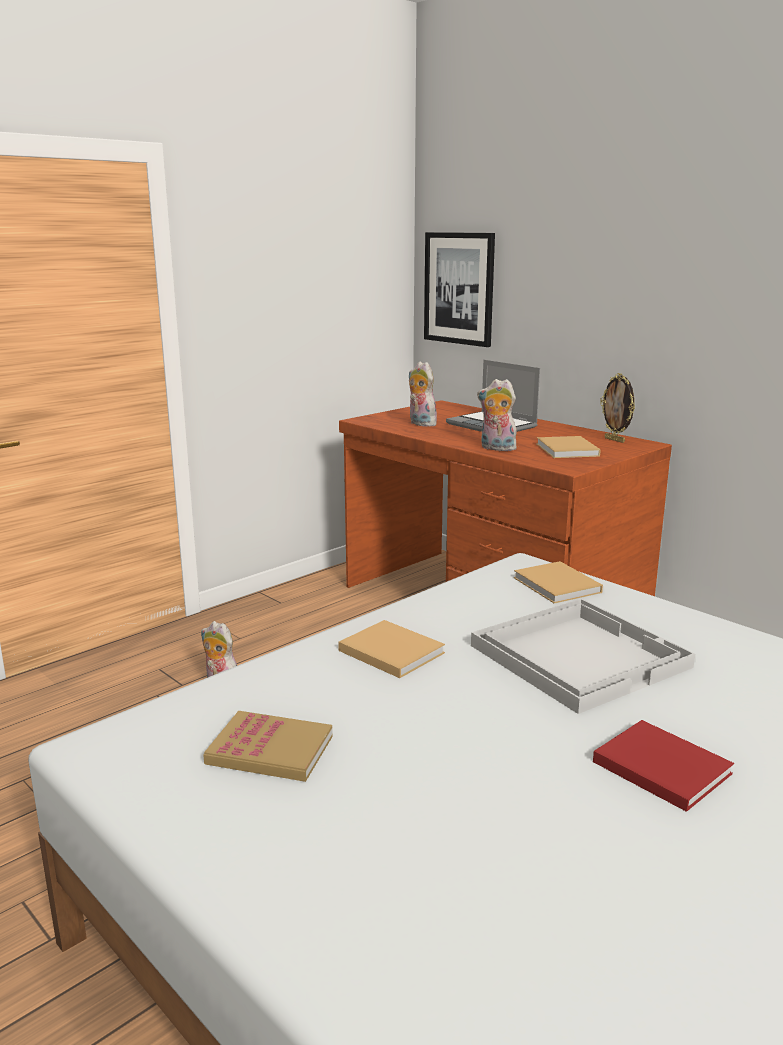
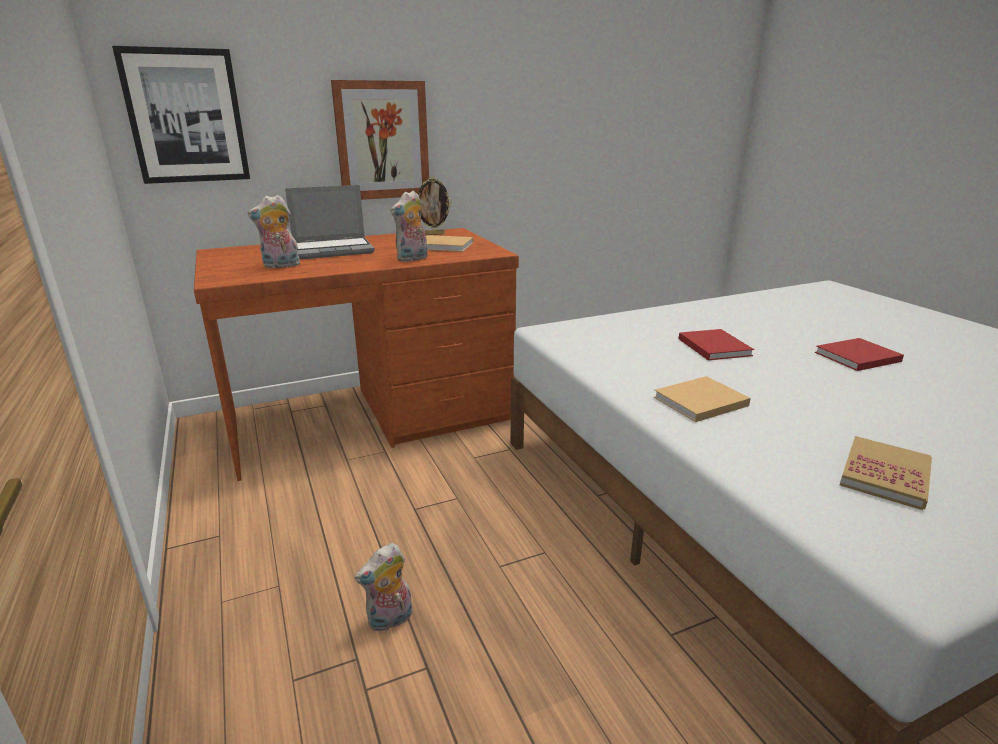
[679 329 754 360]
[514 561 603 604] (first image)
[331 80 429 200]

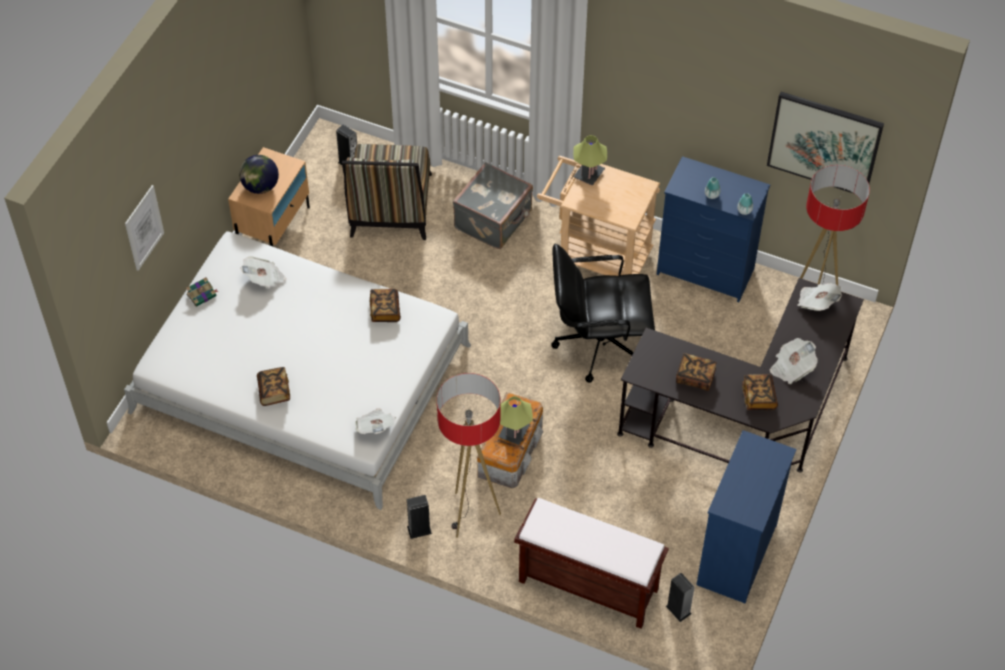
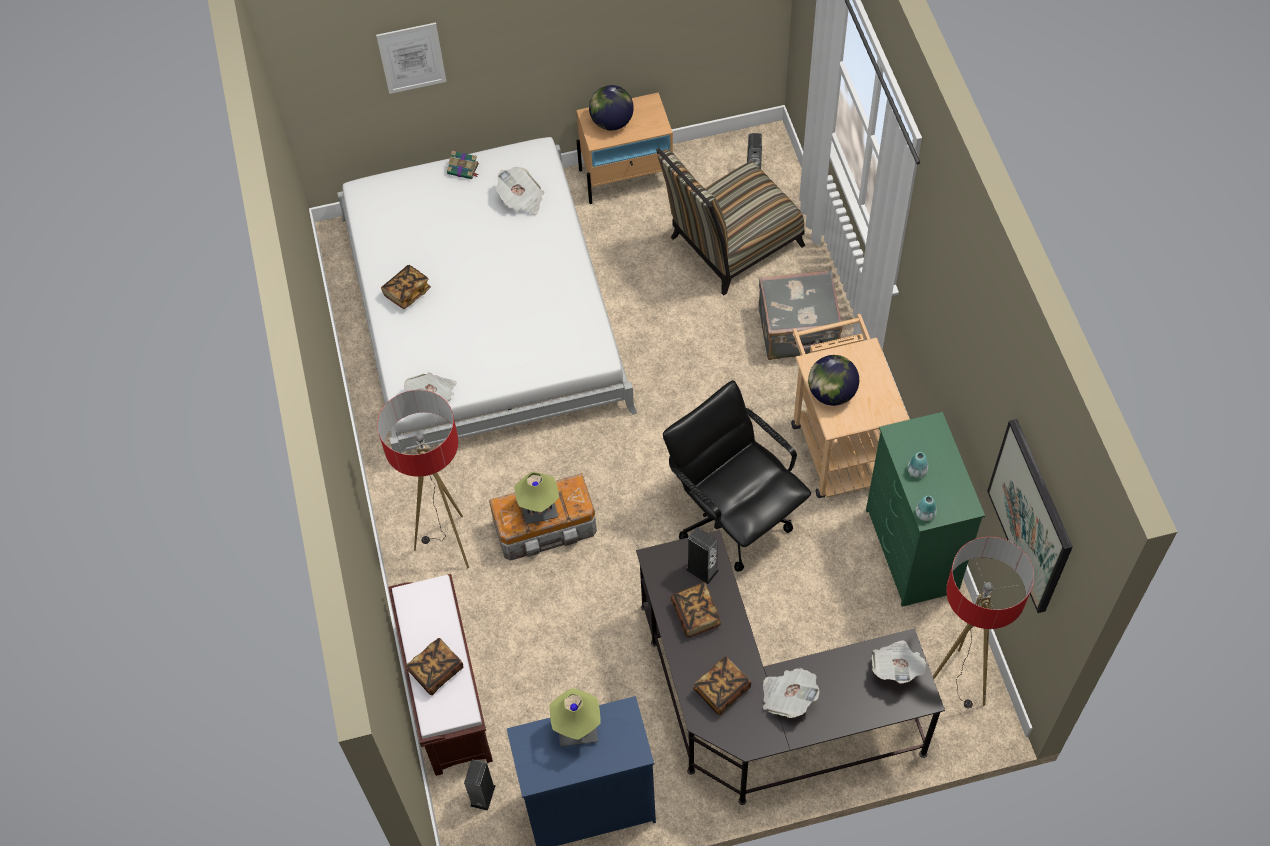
[406 638 463 695]
[686 527 719 584]
[550 688 600 747]
[866 412 985 607]
[808 355 859 406]

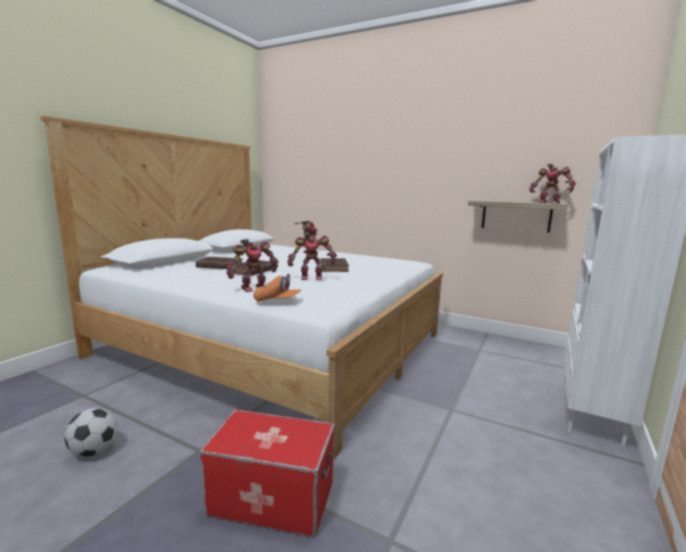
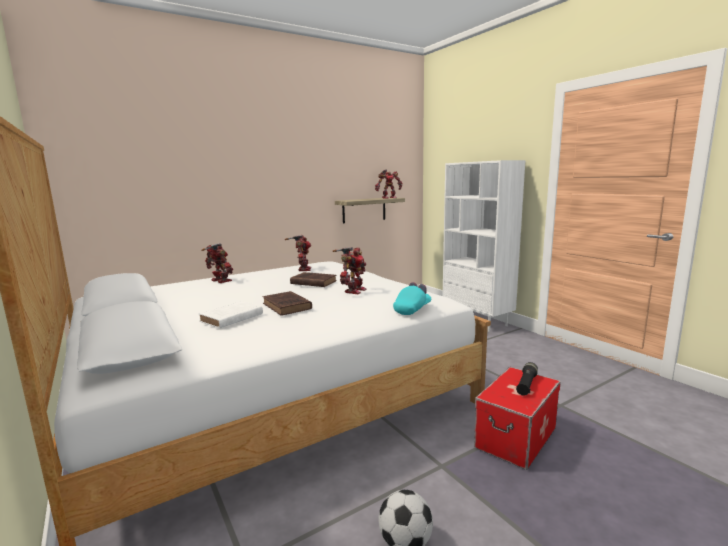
[199 301 263 328]
[285 235 311 271]
[393 282 431 315]
[516 362 538 396]

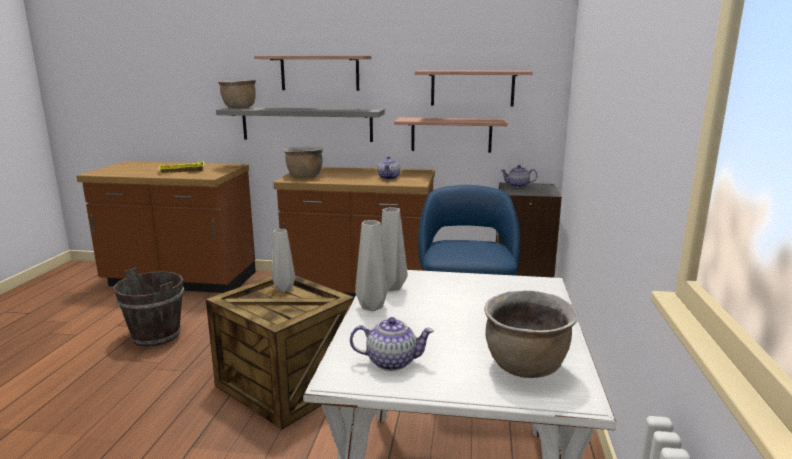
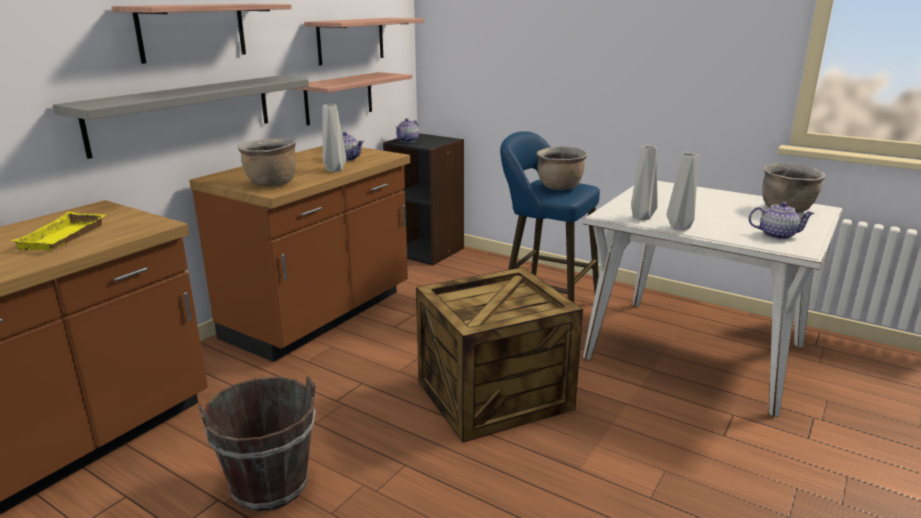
[537 147 588 190]
[322 104 346 172]
[748 202 815 239]

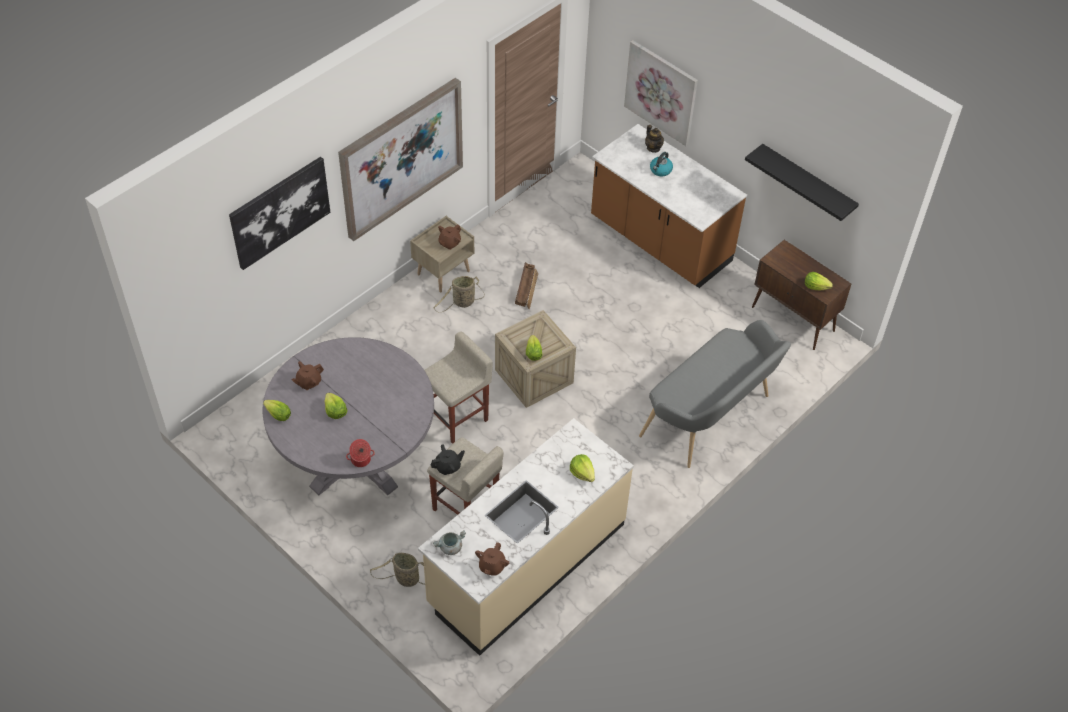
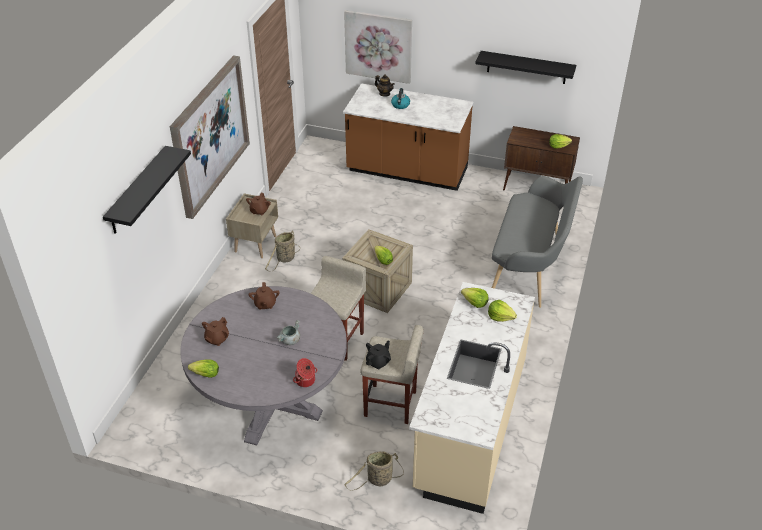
[103 146 191 234]
[461 288 488 308]
[276 320 300 345]
[248 282 280 310]
[515 262 538 309] (first image)

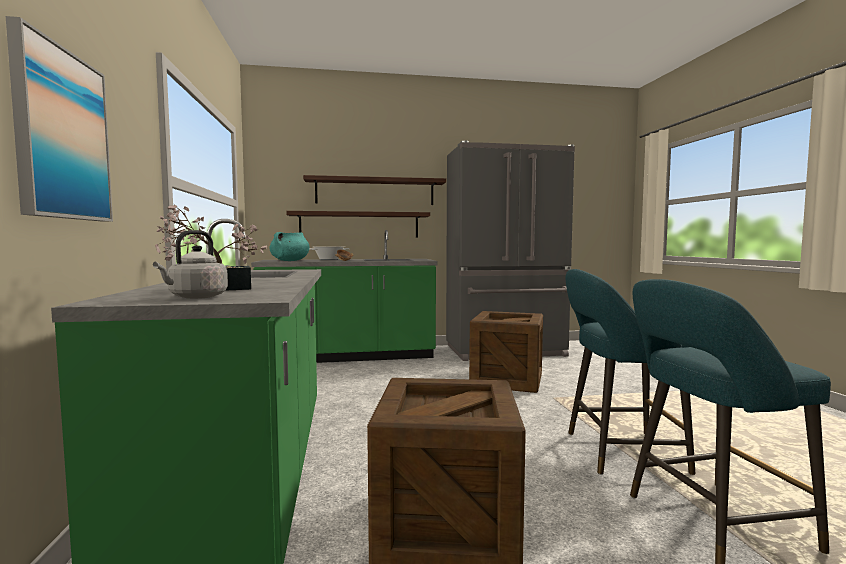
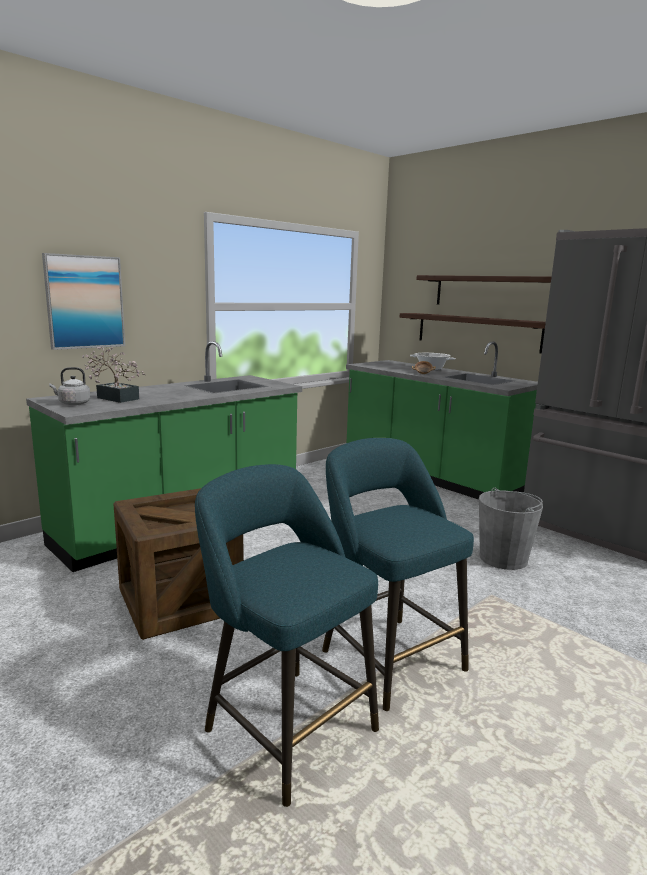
[269 232 310 261] (first image)
[479 488 543 570]

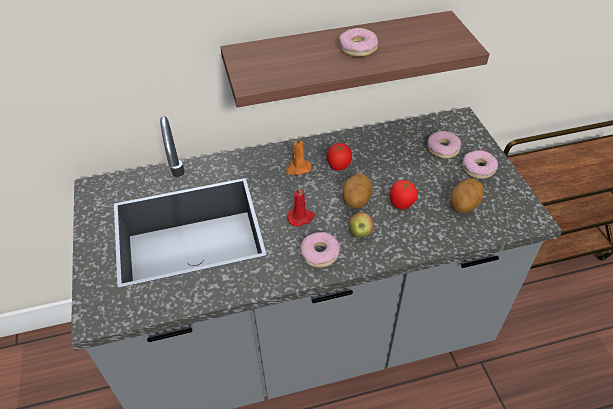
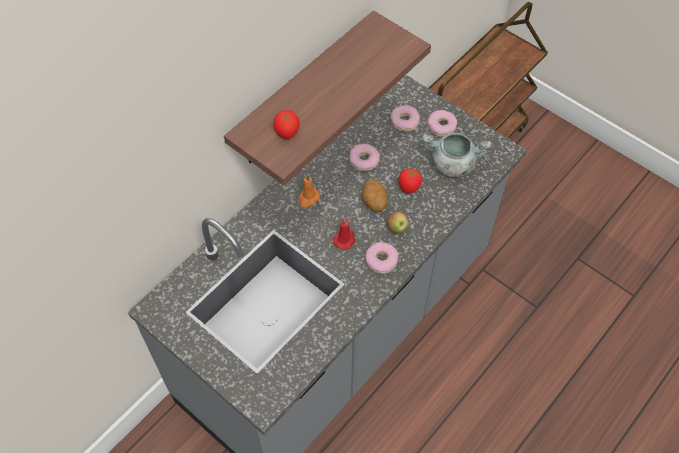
[273 110 300 139]
[349 144 380 171]
[422 133 491 177]

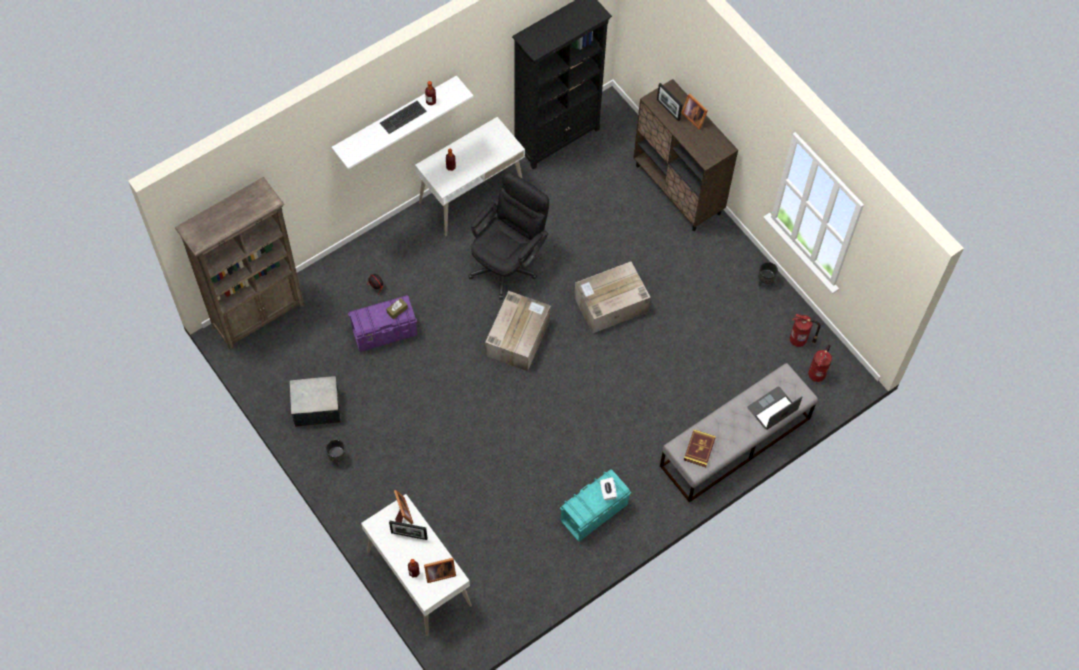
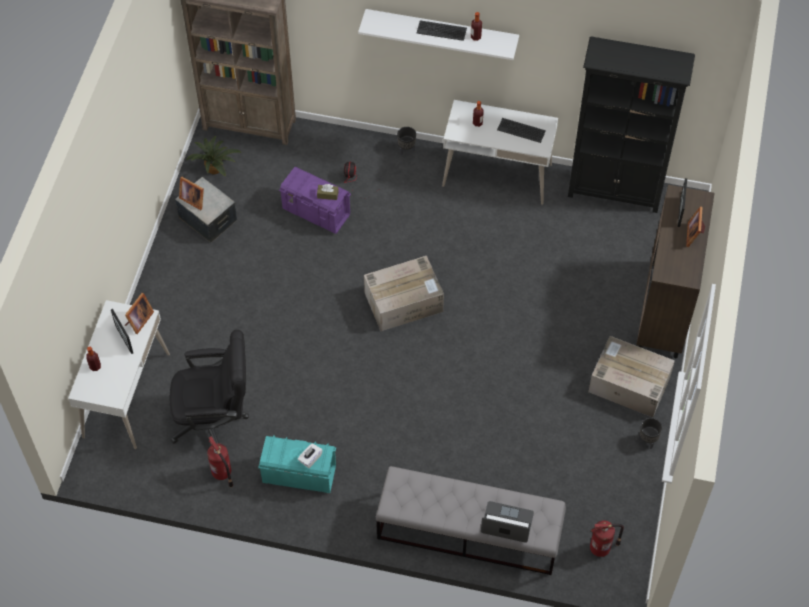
[397 127 416 155]
[179 176 204 210]
[170 330 249 444]
[588 336 675 417]
[684 430 716 467] (first image)
[207 436 233 487]
[186 136 241 176]
[497 118 546 143]

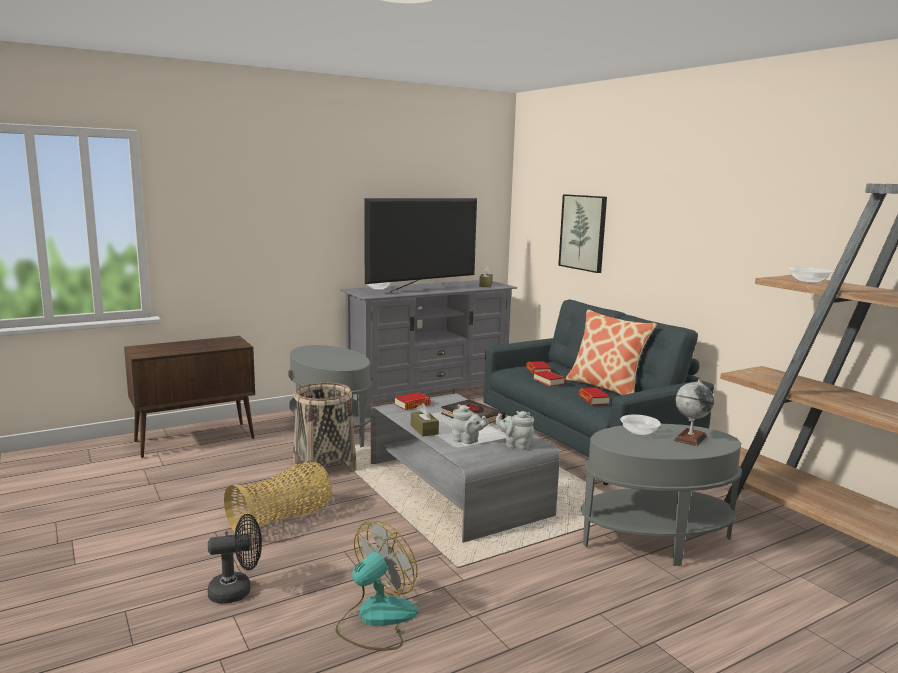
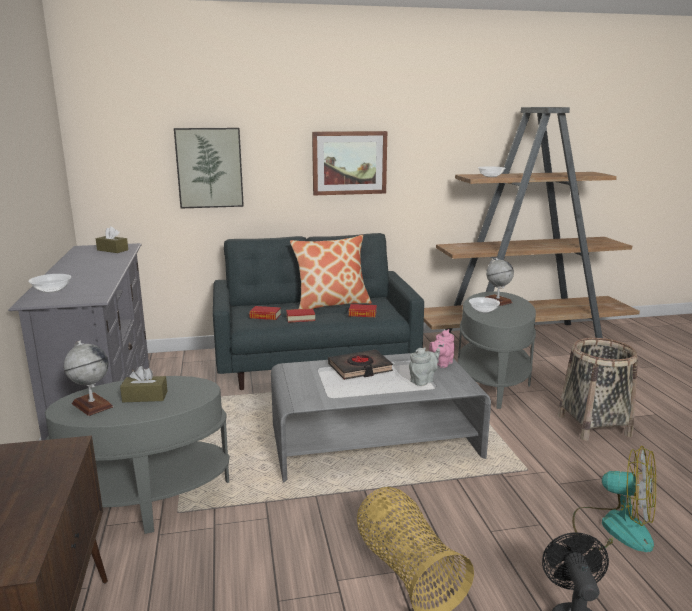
[557 338 638 441]
[572 446 656 552]
[364 198 477 293] (first image)
[395 392 431 410] (first image)
[120 366 168 402]
[429 329 455 368]
[64 341 114 416]
[312 131 387 195]

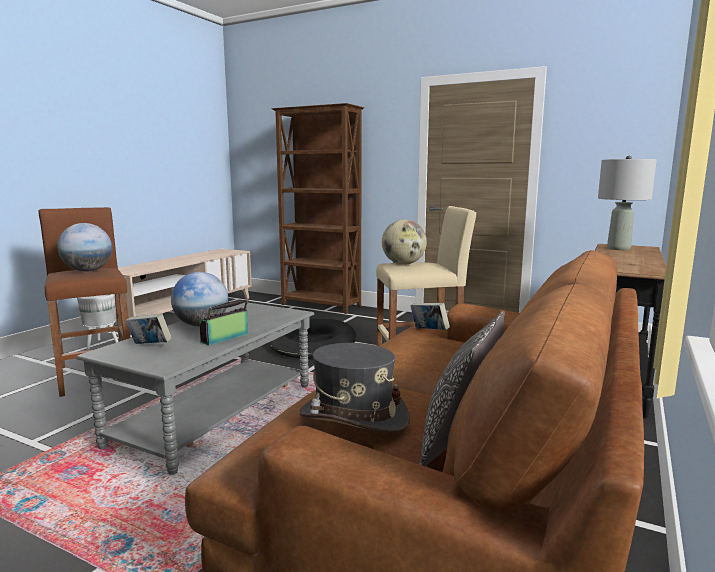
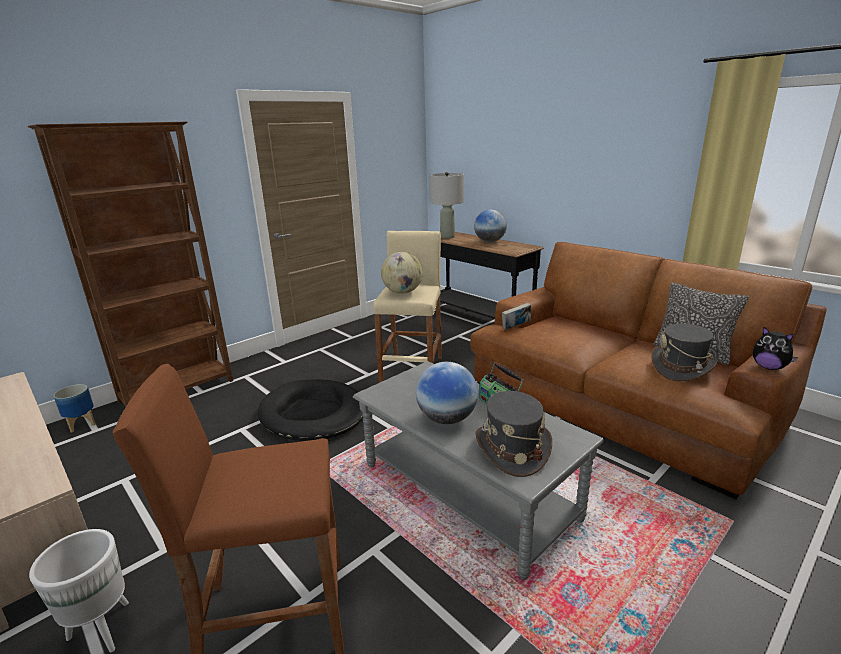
[474 209 507 242]
[475 391 552 477]
[53 384 96 433]
[753 327 798 370]

